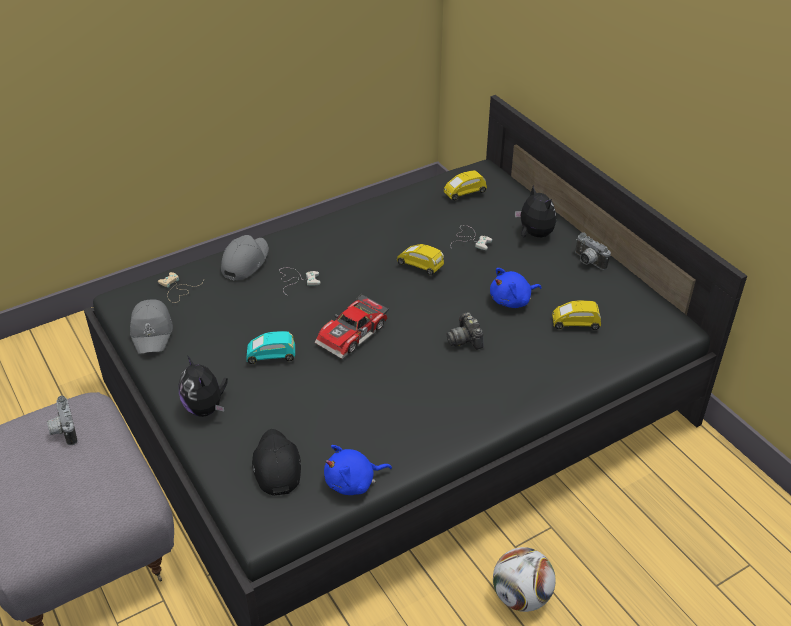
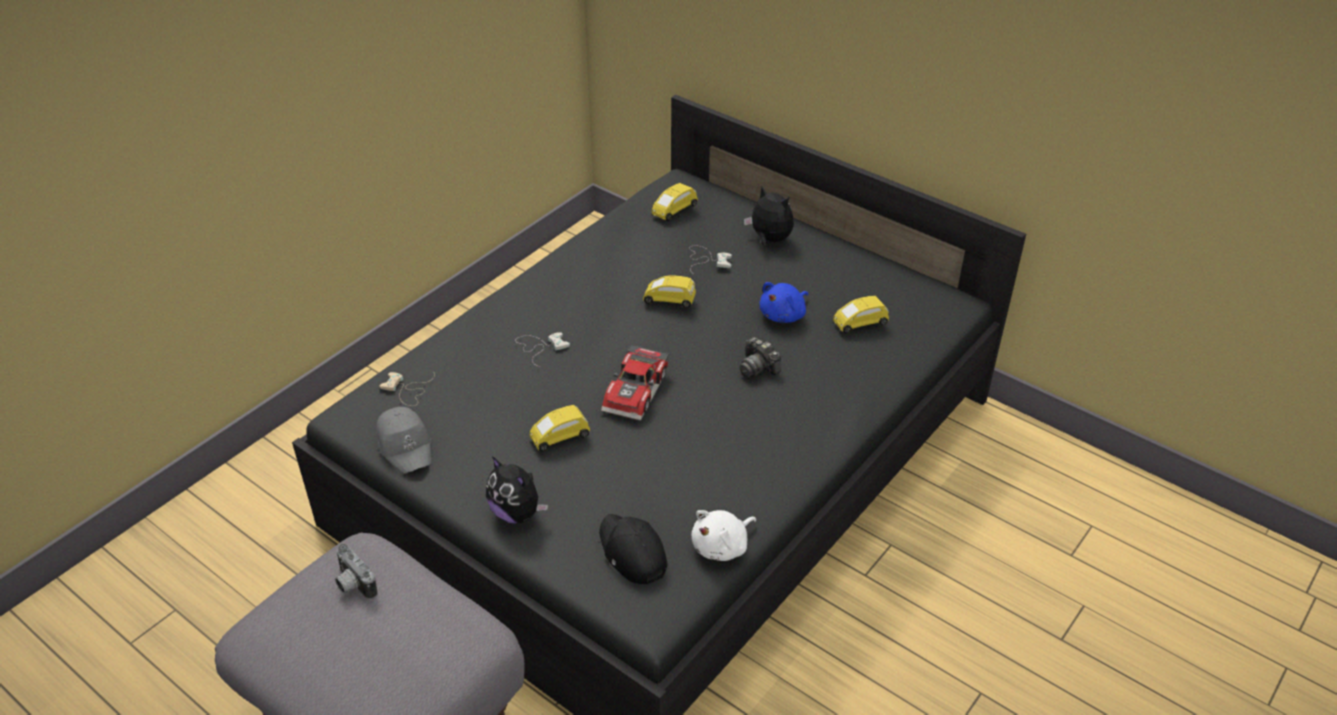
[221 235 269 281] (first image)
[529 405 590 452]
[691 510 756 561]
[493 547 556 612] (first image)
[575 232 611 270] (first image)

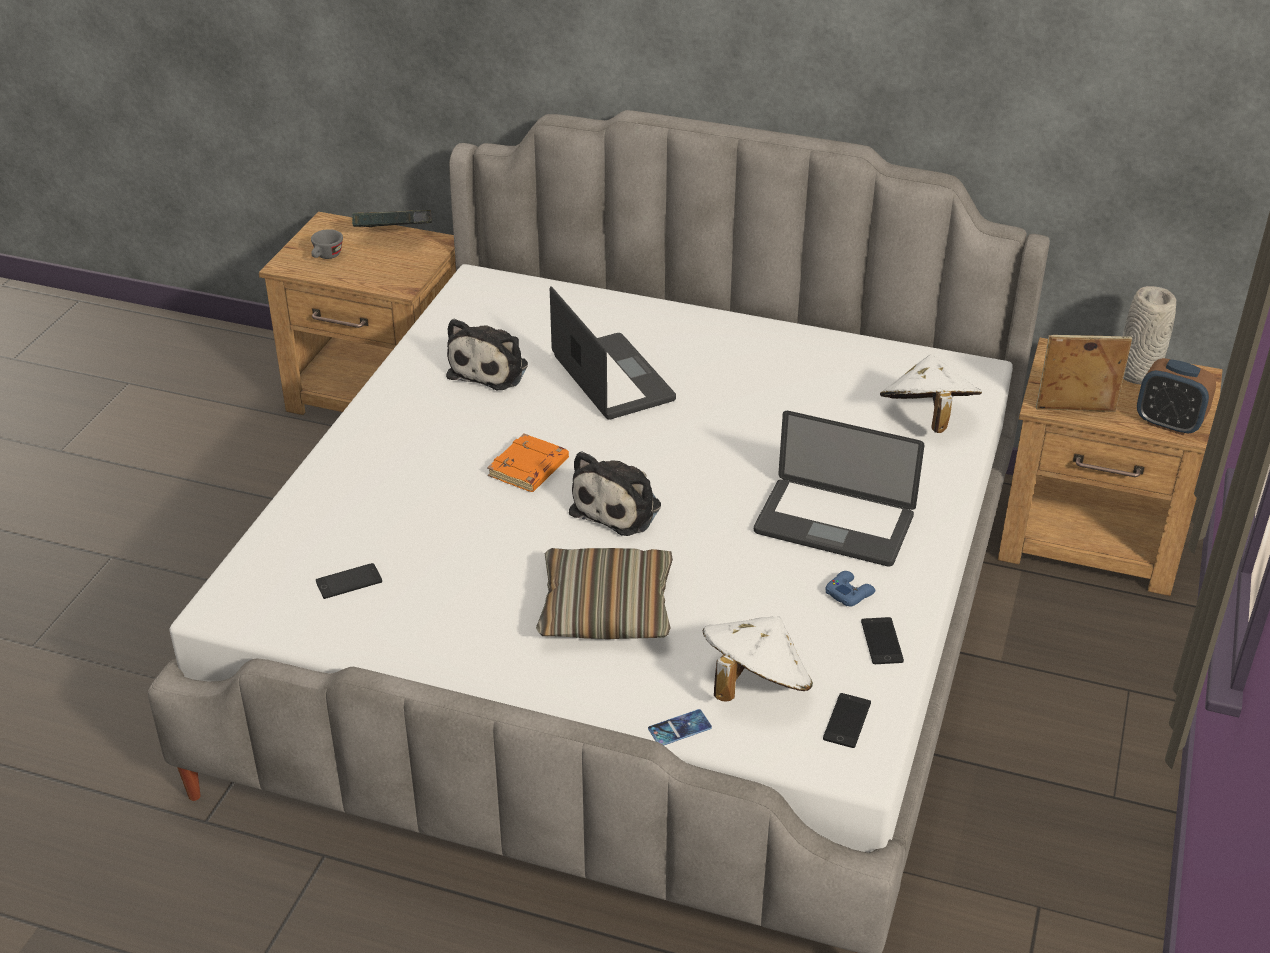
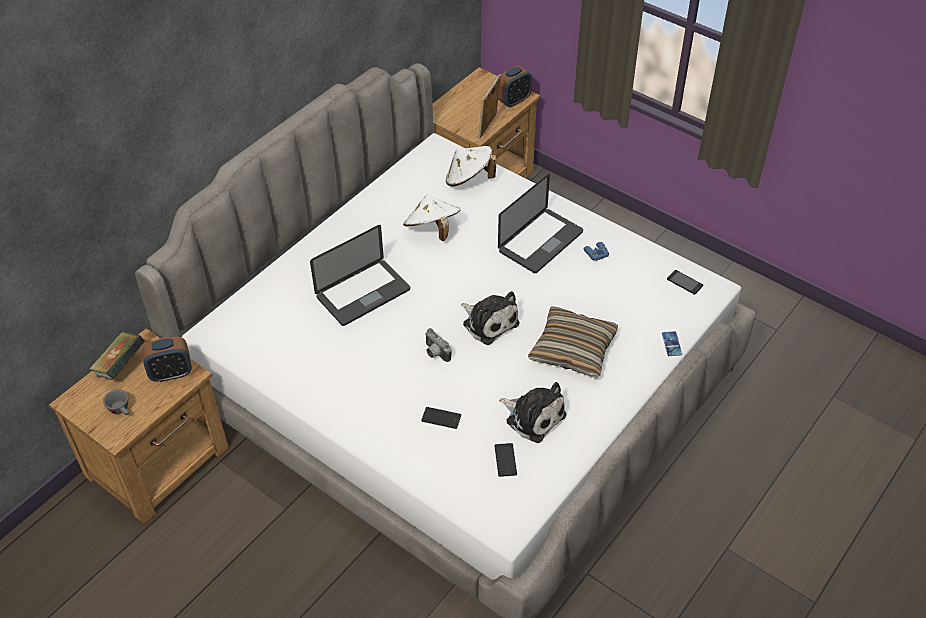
[499 382 566 443]
[425 328 452 362]
[310 225 410 326]
[403 195 460 241]
[422 407 461 429]
[1123 286 1176 384] (first image)
[142 336 192 382]

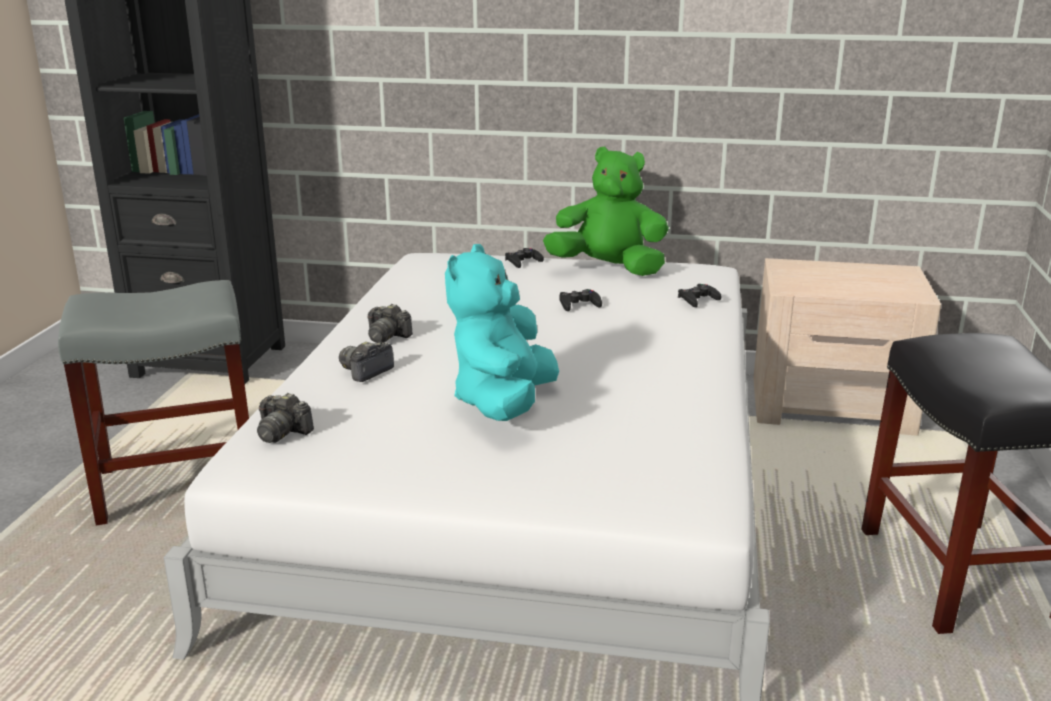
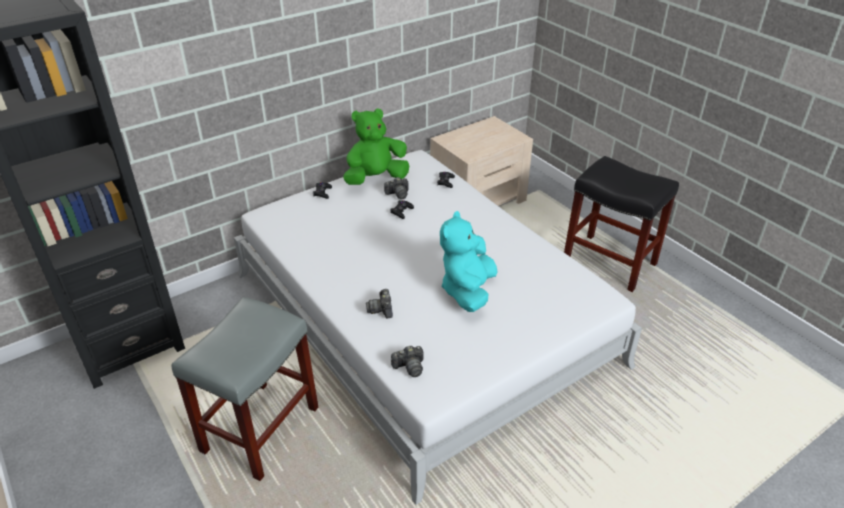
[384 177 408 199]
[440 211 498 312]

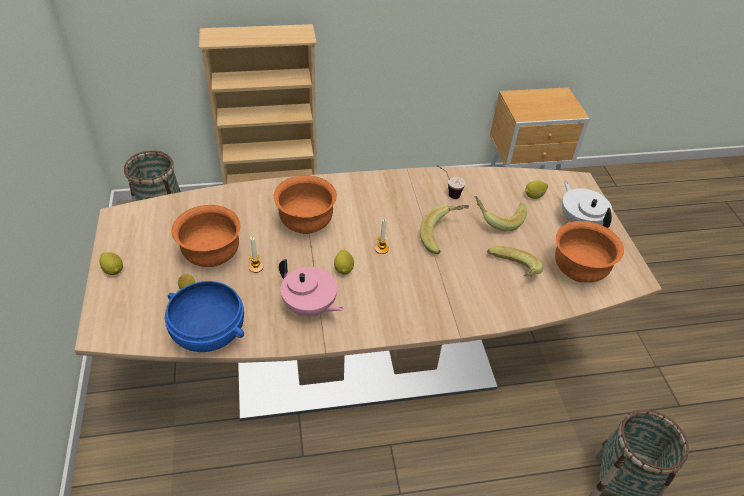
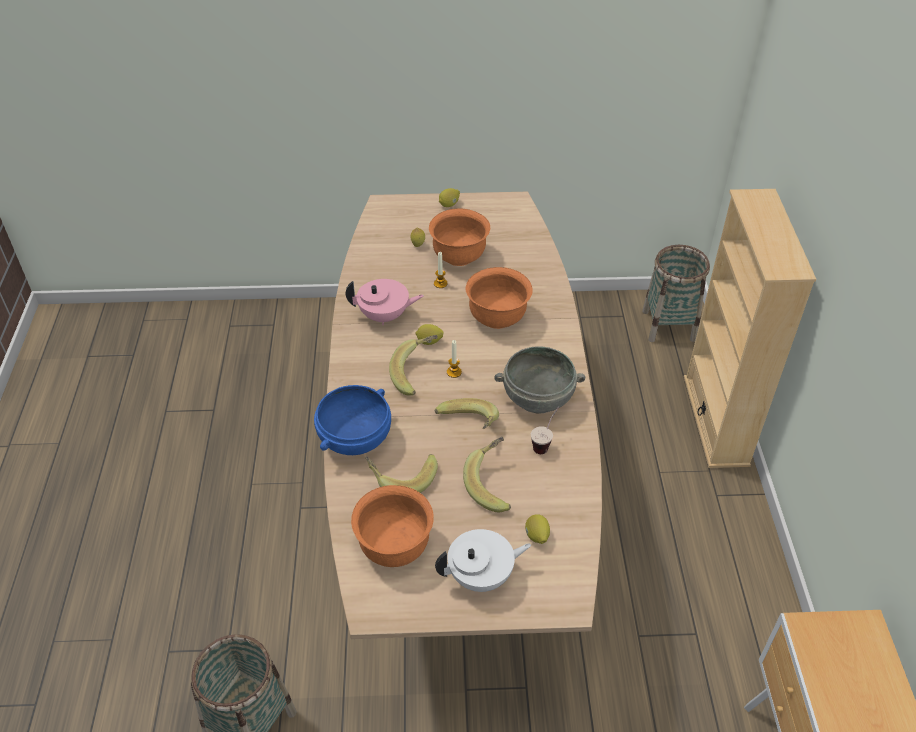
[314 385 391 455]
[346 279 424 326]
[389 335 438 396]
[494 346 585 413]

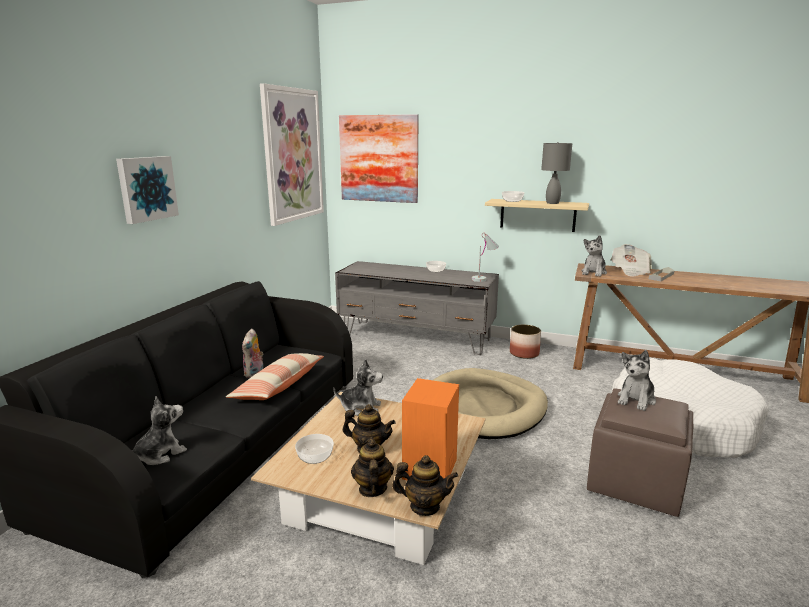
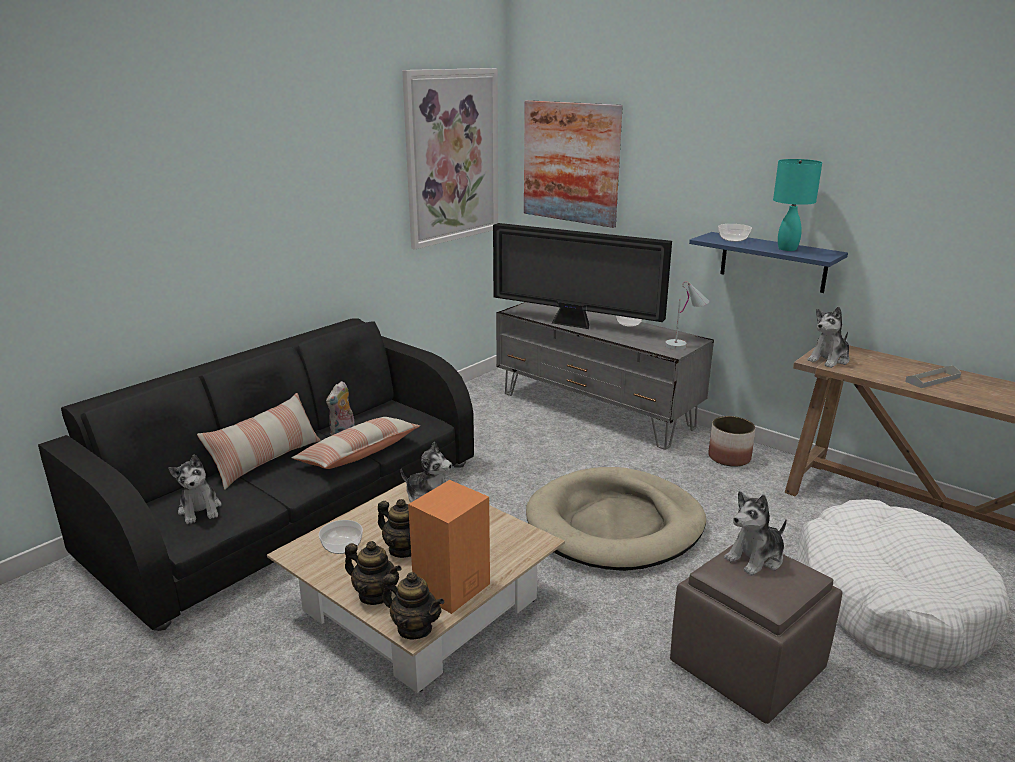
[116 156 179 224] (first image)
[168 454 221 524]
[345 541 401 605]
[689 232 848 293]
[773 159 822 251]
[611 244 652 277] (first image)
[197 393 321 490]
[493 223 672 329]

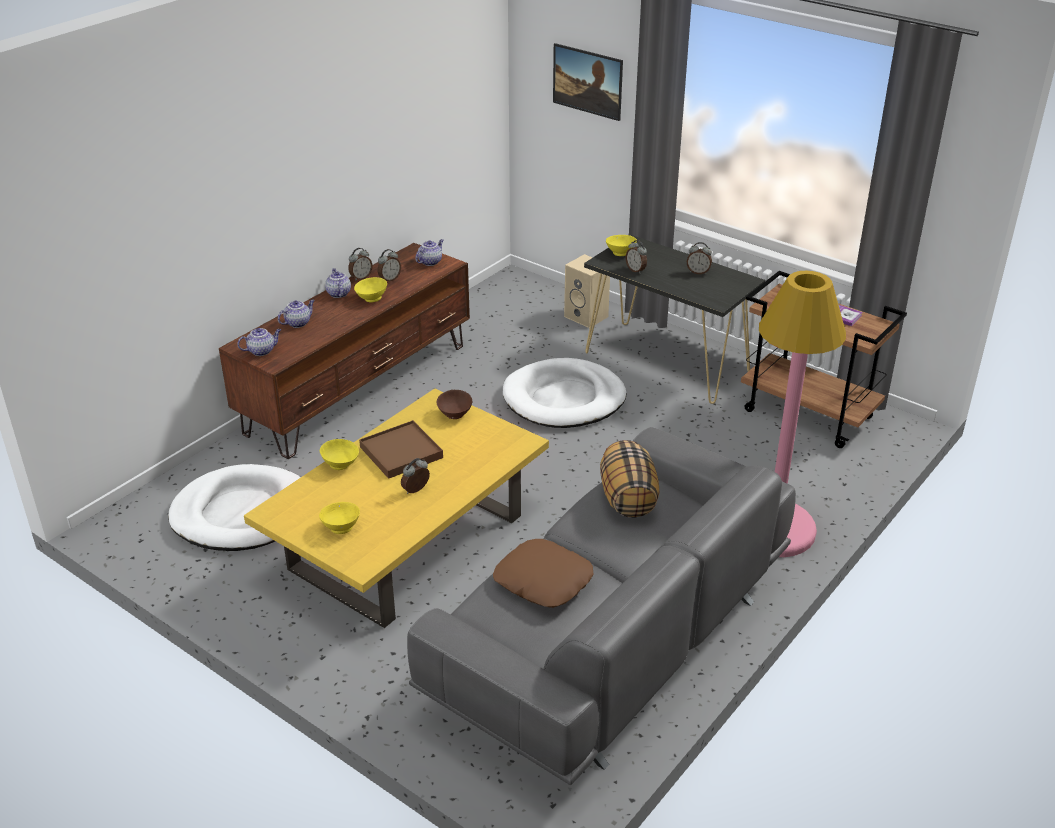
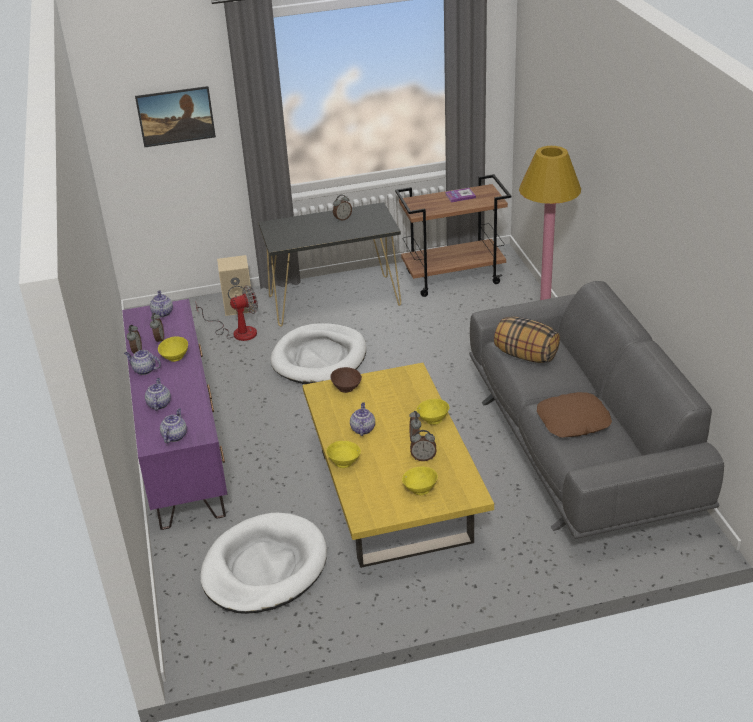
[122 299 228 530]
[350 402 375 436]
[416 399 449 425]
[410 430 437 461]
[195 285 258 341]

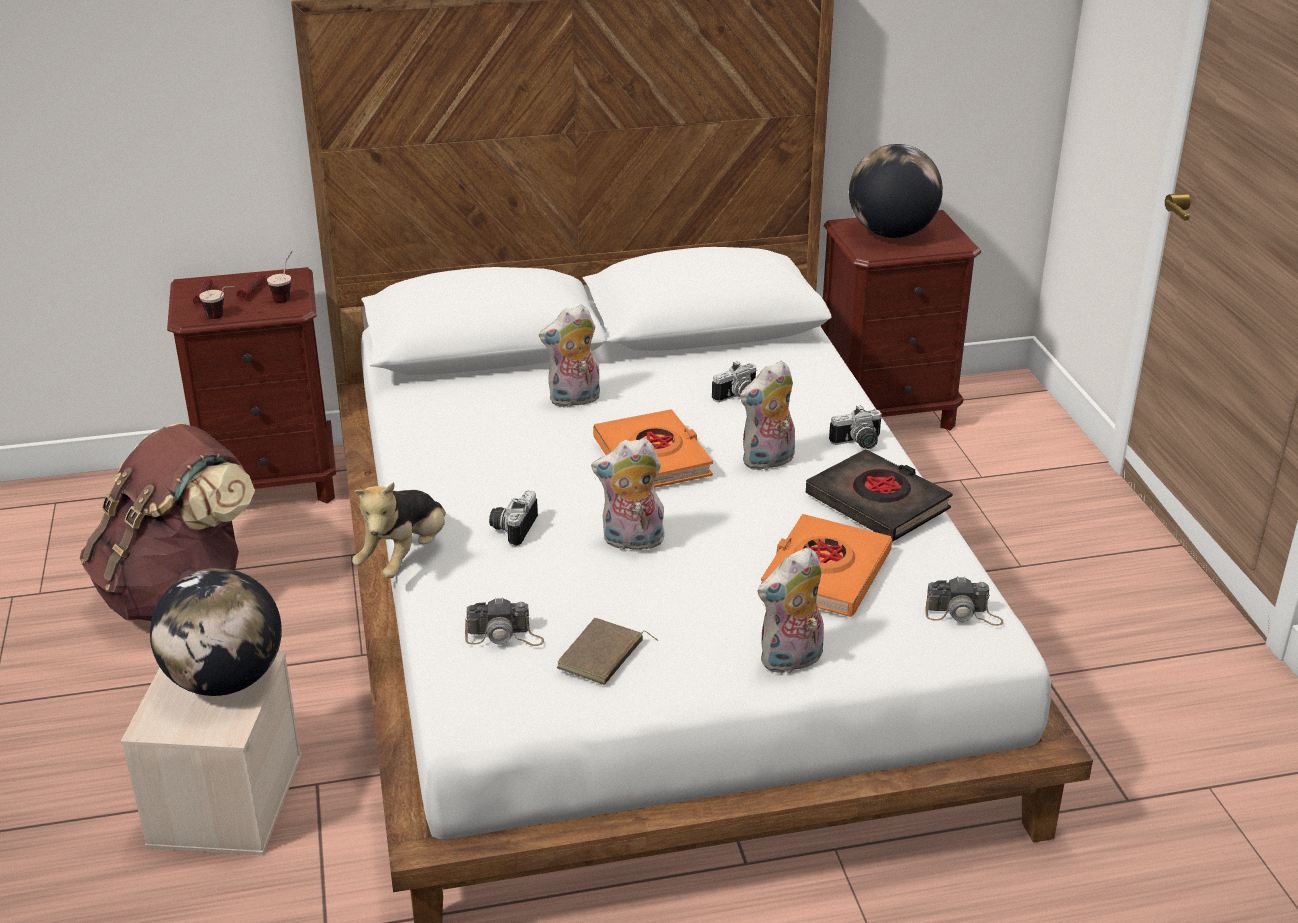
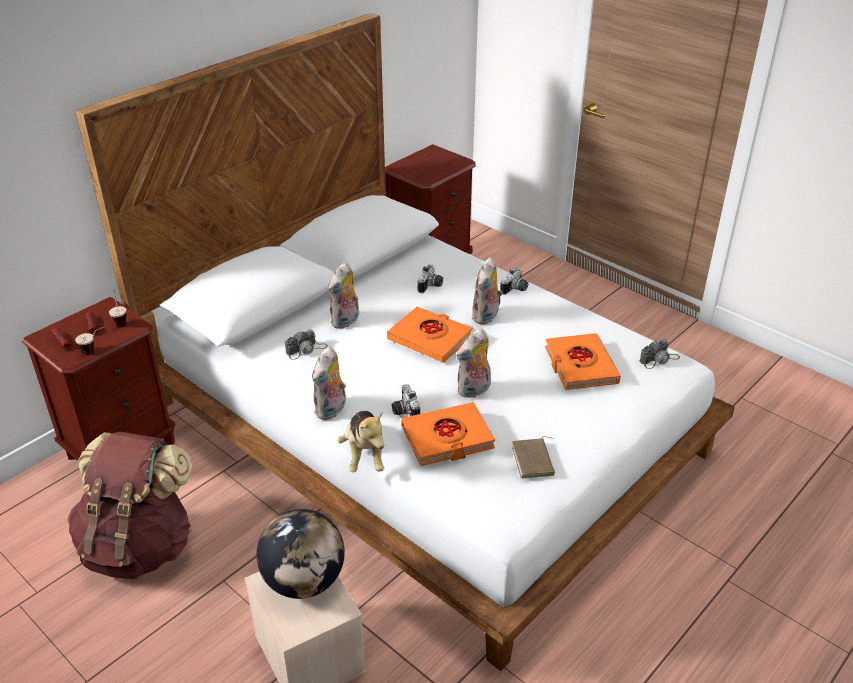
[285 330 328 360]
[312 347 346 420]
[806 449 953 542] (first image)
[849 144 943 238] (first image)
[401 402 495 466]

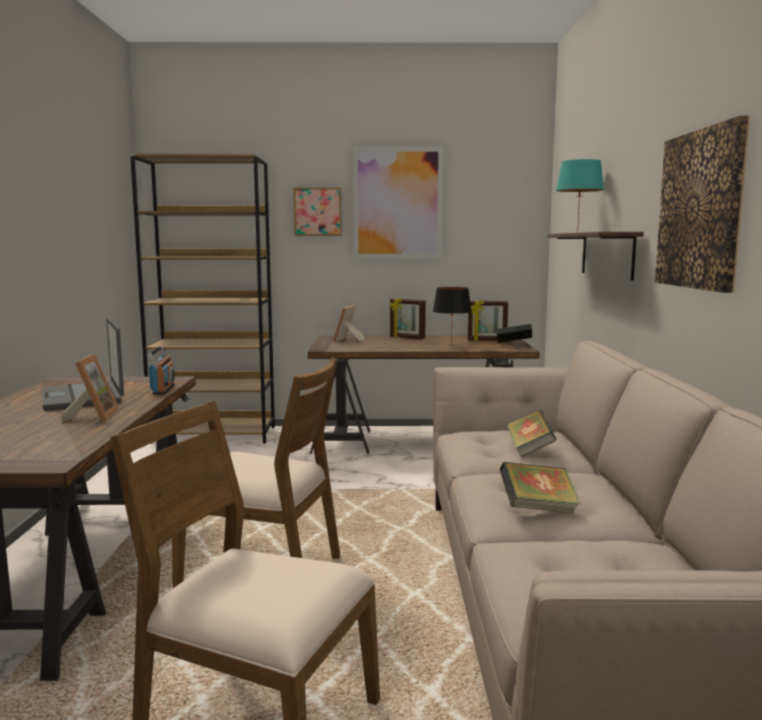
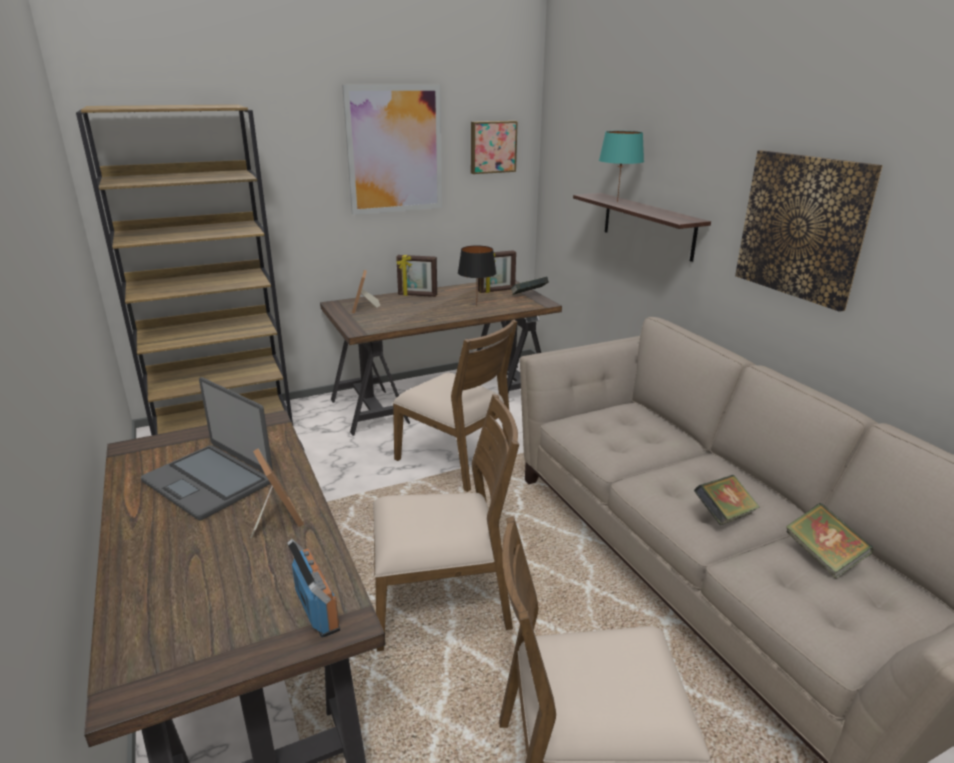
[287 539 340 638]
[471 121 518 174]
[786 503 873 578]
[393 320 517 492]

